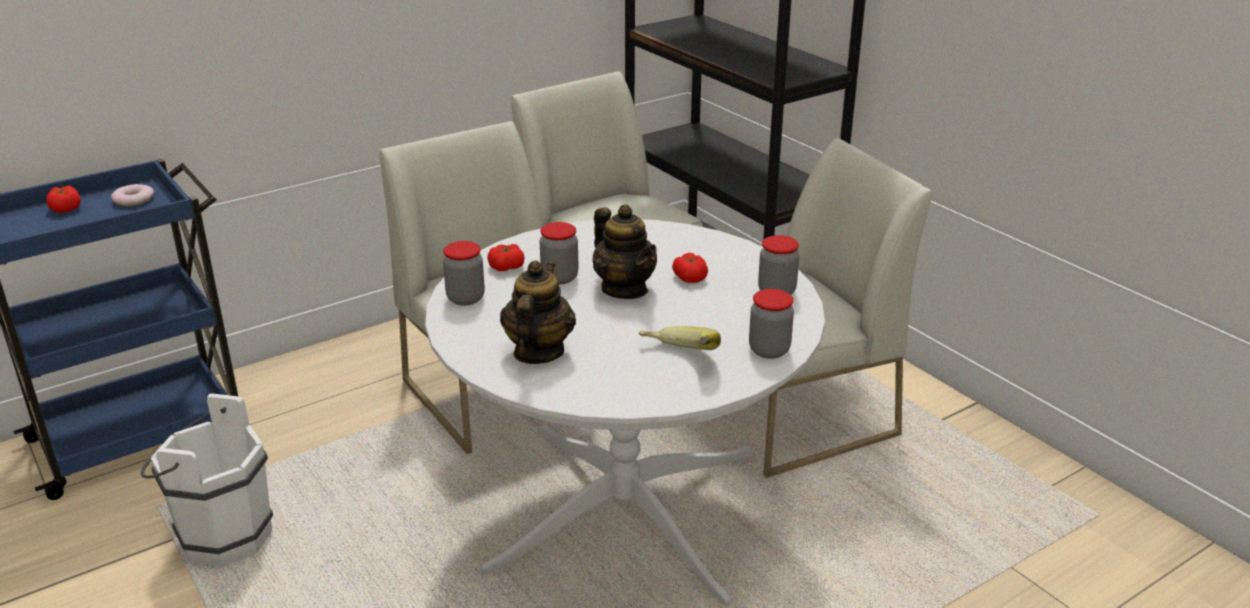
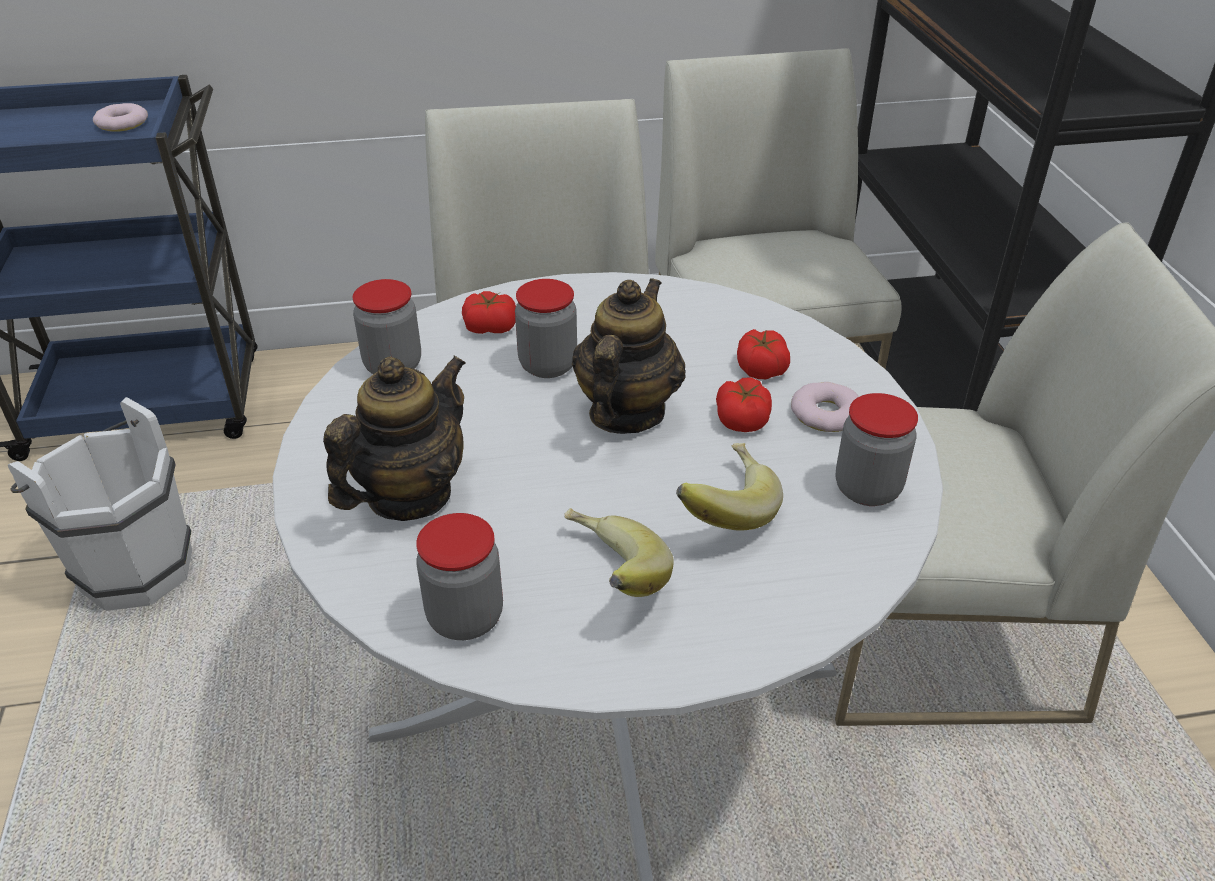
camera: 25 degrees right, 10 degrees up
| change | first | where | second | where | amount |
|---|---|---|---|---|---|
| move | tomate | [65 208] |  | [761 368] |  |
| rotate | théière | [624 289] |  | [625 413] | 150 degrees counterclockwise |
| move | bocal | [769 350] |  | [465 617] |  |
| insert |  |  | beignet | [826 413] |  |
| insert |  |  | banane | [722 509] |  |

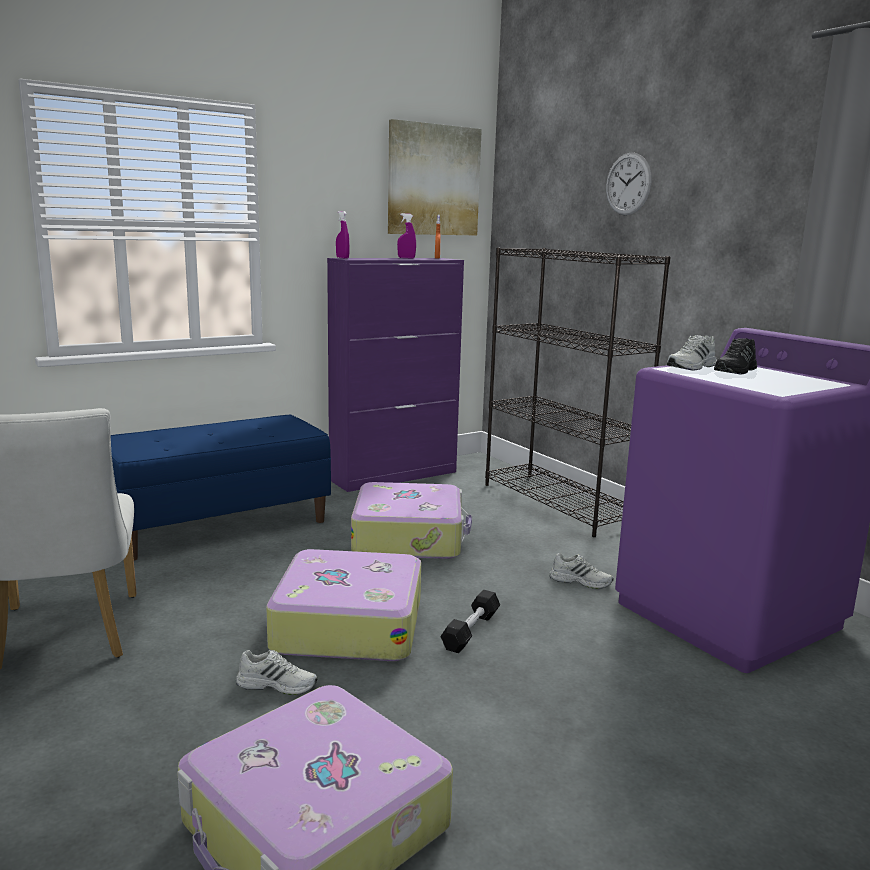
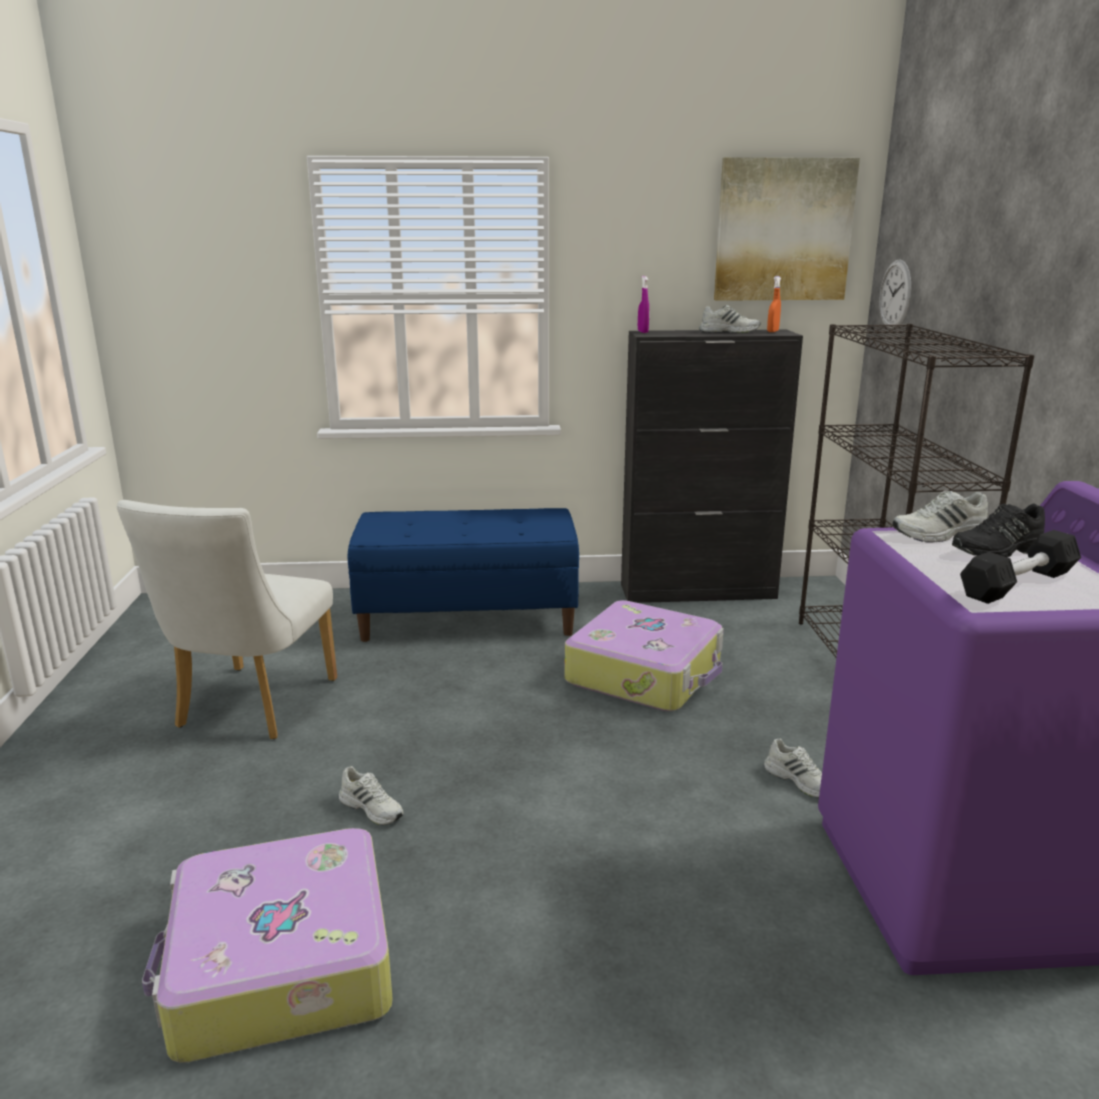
camera: 30 degrees right, 5 degrees up
| change | first | where | second | where | amount |
|---|---|---|---|---|---|
| move | horloge murale | [628 184] |  | [895 295] |  |
| replace | vaporisateur [violet] | [406 258] | chaussure [blanc] | [729 331] |  |
| recolor | meuble de rangement [violet] | [395 476] | meuble de rangement [noir] | [698 591] |  |
| delete | valise | [348 623] |  |  |  |
| move | haltère [noir] | [471 631] |  | [1018 584] |  |

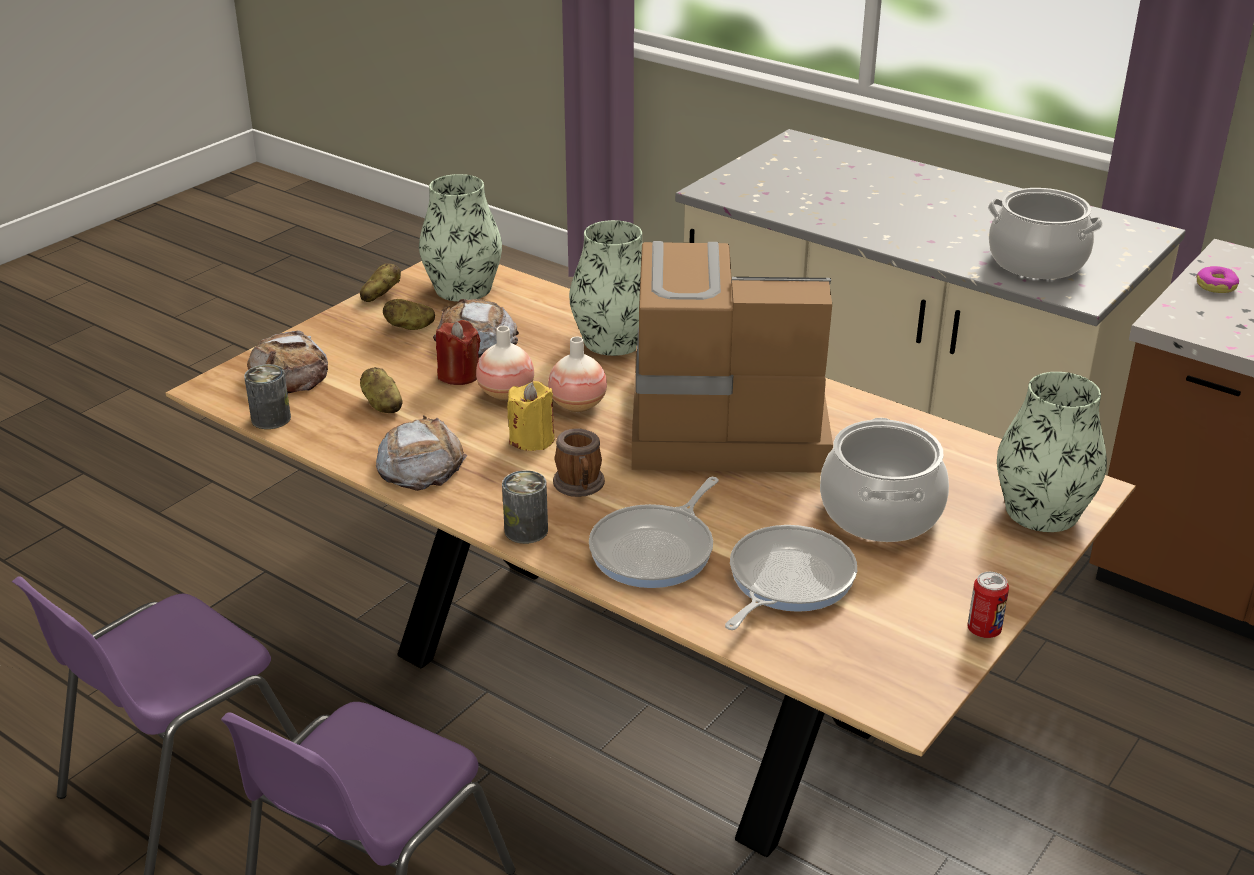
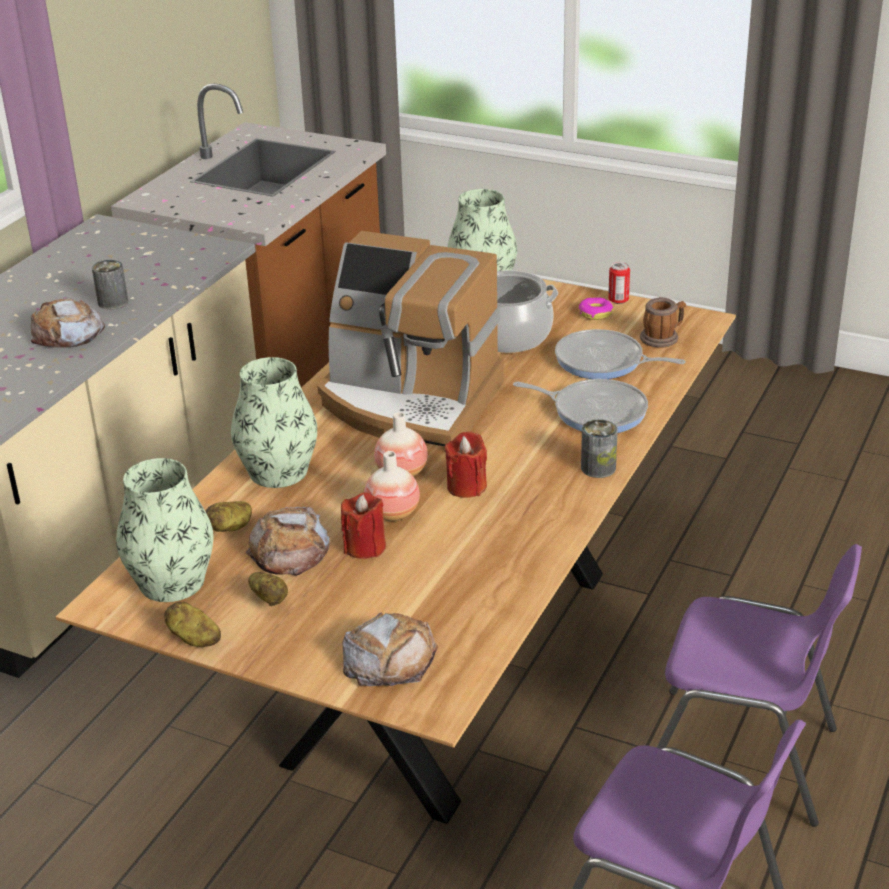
camera: 100 degrees left, 0 degrees up
| change | first | where | second | where | amount |
|---|---|---|---|---|---|
| delete | marmite | [1037 261] |  |  |  |
| rotate | machine à café | [723 423] |  | [410 403] | 60 degrees counterclockwise |
| move | beignet | [1216 286] |  | [595 313] |  |
| move | boîte métallique | [271 418] |  | [113 302] |  |
| move | pomme de terre | [382 404] |  | [231 528] |  |
| recolor | bougie [jaune] | [532 439] | bougie [rouge] | [466 486] |  |
| move | pain | [420 464] |  | [67 333] |  |
| move | mug | [580 486] |  | [662 337] |  |

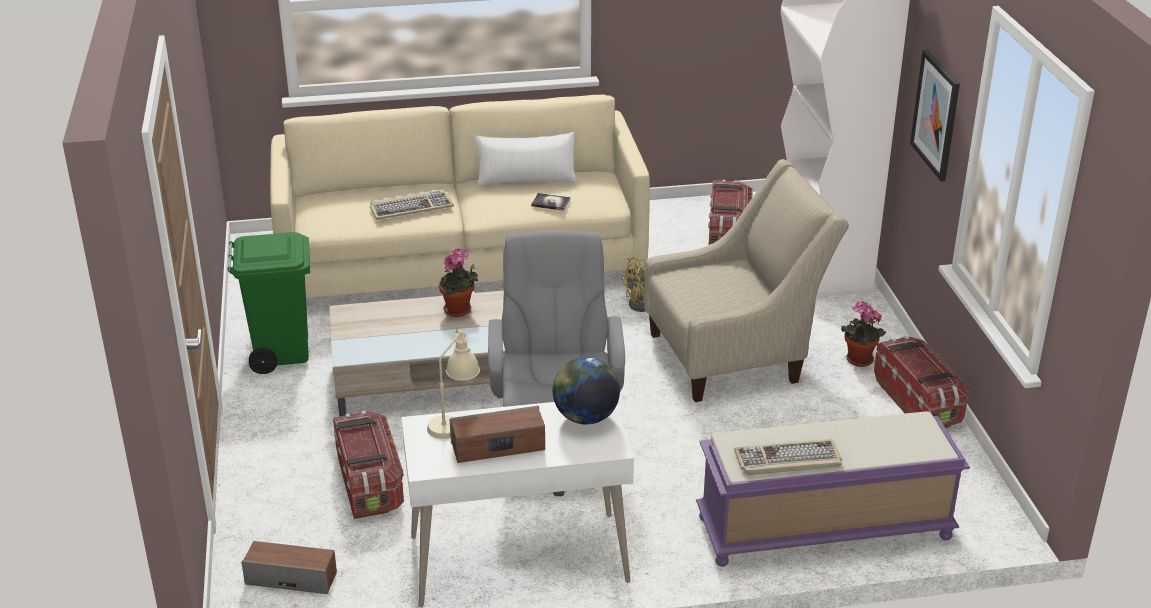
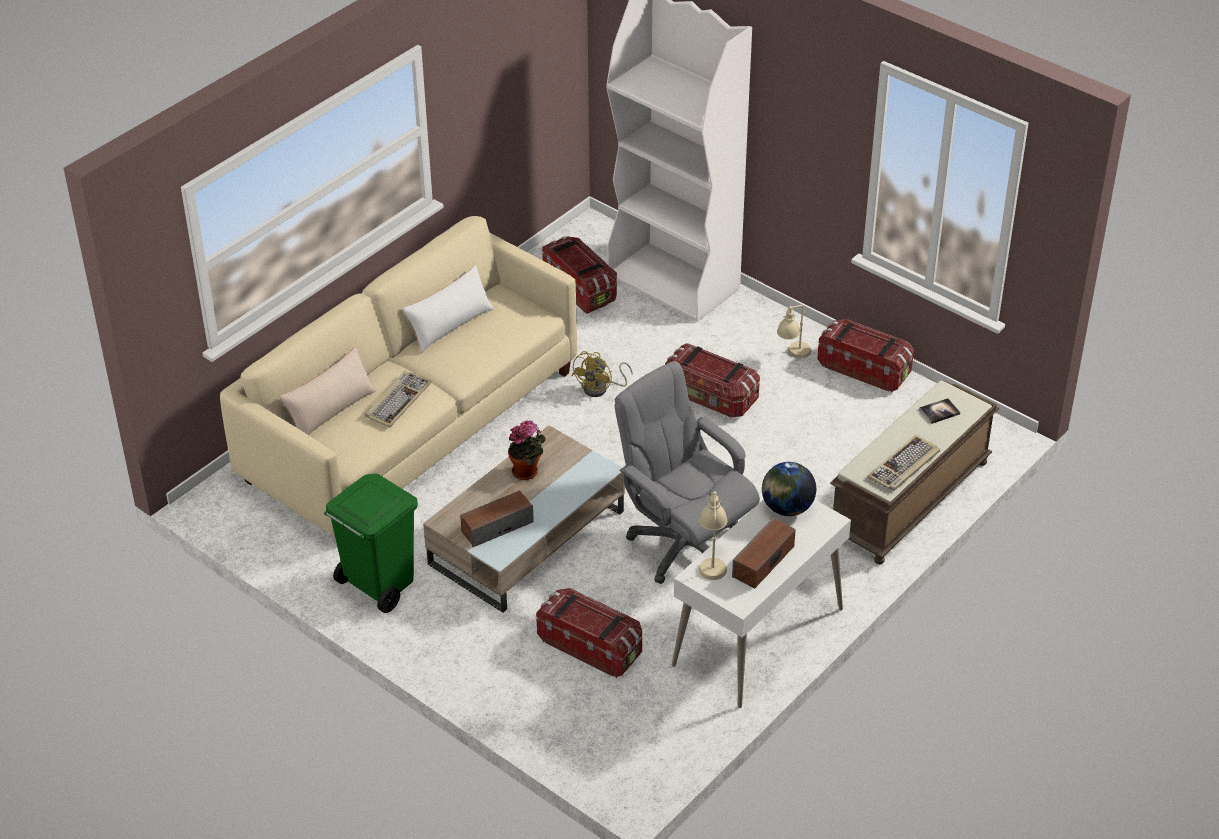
camera: 40 degrees left, 10 degrees up
| change | first | where | second | where | amount |
|---|---|---|---|---|---|
| delete | tableau | [936 114] |  |  |  |
| replace | fauteuil [beige] | [735 356] | boîte de rangement | [710 397] |  |
| move | livre | [550 203] |  | [939 412] |  |
| replace | plante en pot | [857 361] | lampe de table [beige] | [793 356] |  |
| recolor | banc [violet] | [823 529] | banc [marron] | [909 500] |  |
| move | enceinte | [291 578] |  | [497 526] |  |
| insert |  |  | coussin [beige] | [330 410] |  |

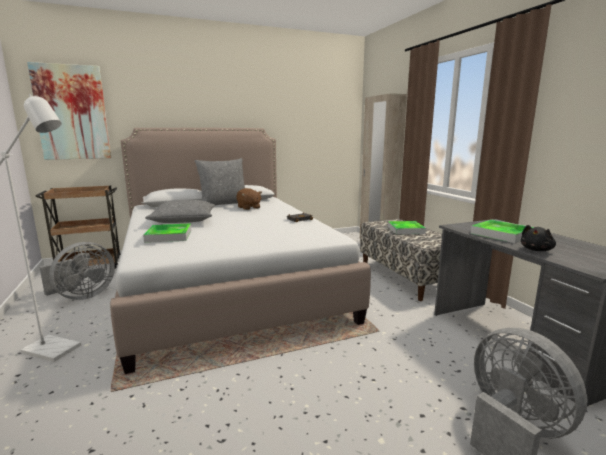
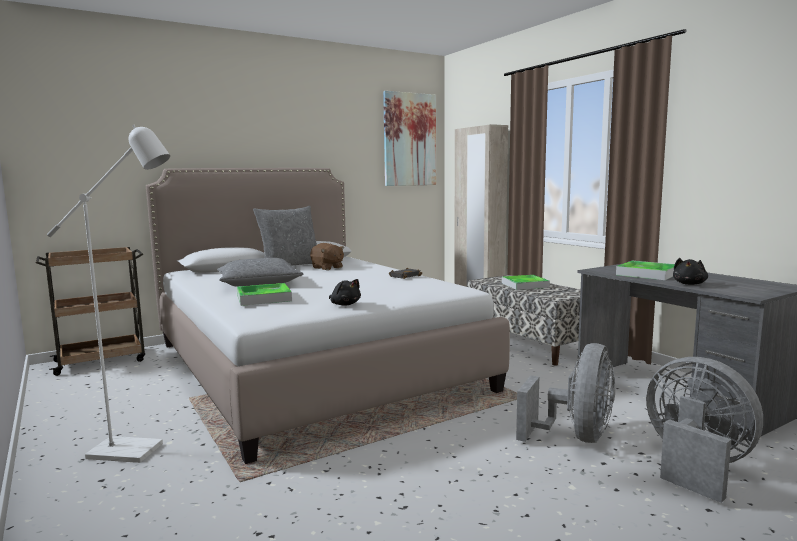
camera: 10 degrees left, 5 degrees down
| change | first | where | second | where | amount |
|---|---|---|---|---|---|
| move | tableau | [72 113] |  | [409 139] |  |
| move | ventilateur [gris] | [82 296] |  | [576 437] |  |
| insert |  |  | peluche [noir] | [345 304] |  |

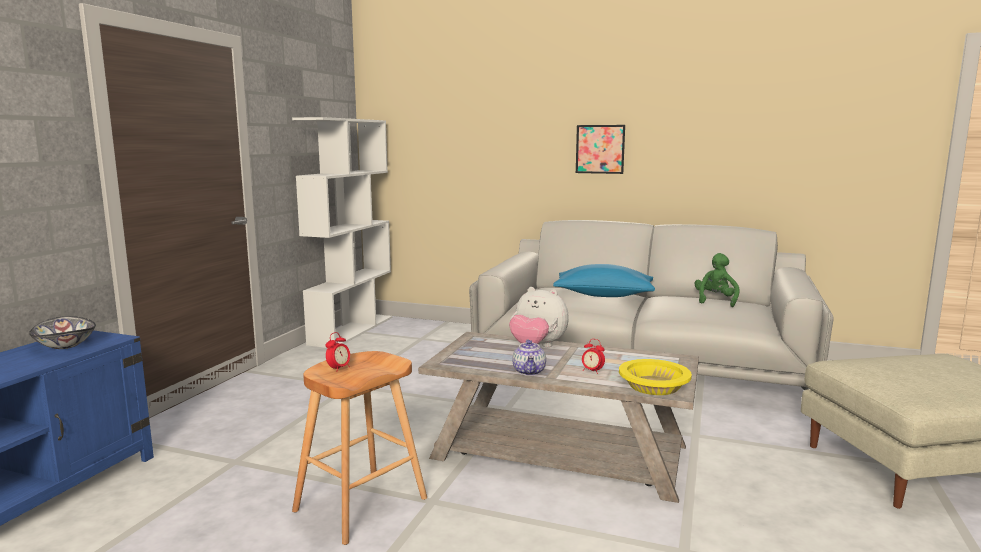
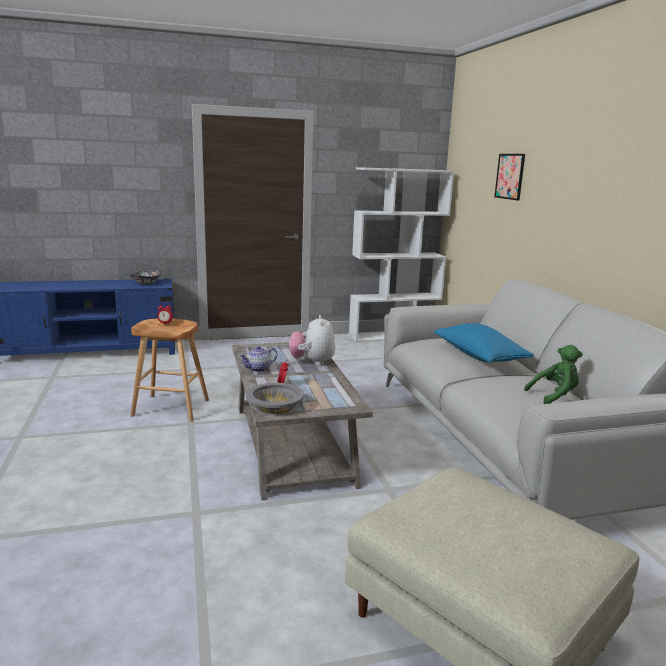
camera: 55 degrees right, 5 degrees up
| change | first | where | second | where | amount |
|---|---|---|---|---|---|
| move | tableau | [600 149] |  | [510 176] |  |
| recolor | bol [jaune] | [653 386] | bol [gris] | [275 405] |  |

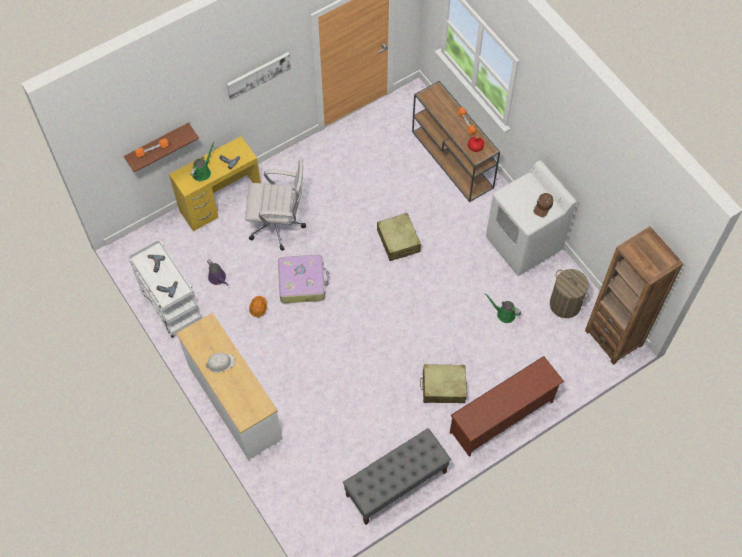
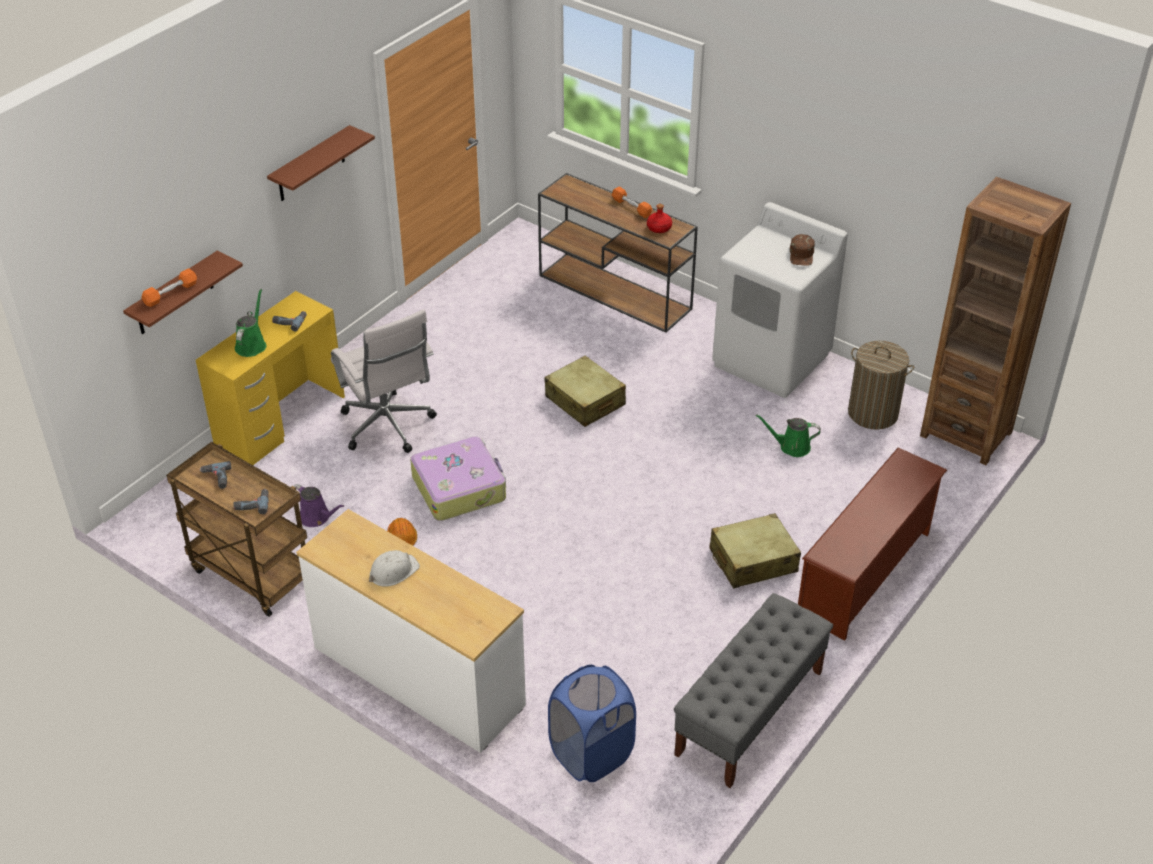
camera: 20 degrees left, 20 degrees down
| change | first | where | second | where | amount |
|---|---|---|---|---|---|
| replace | tableau | [258 75] | étagère [marron] | [311 165] |  |
| rotate | chaise de bureau [blanc] | [279 226] |  | [388 428] | 75 degrees clockwise |
| recolor | chariot [blanc] | [170 306] | chariot [marron] | [249 574] |  |
| insert |  |  | panier à linge [bleu] | [591 754] |  |

